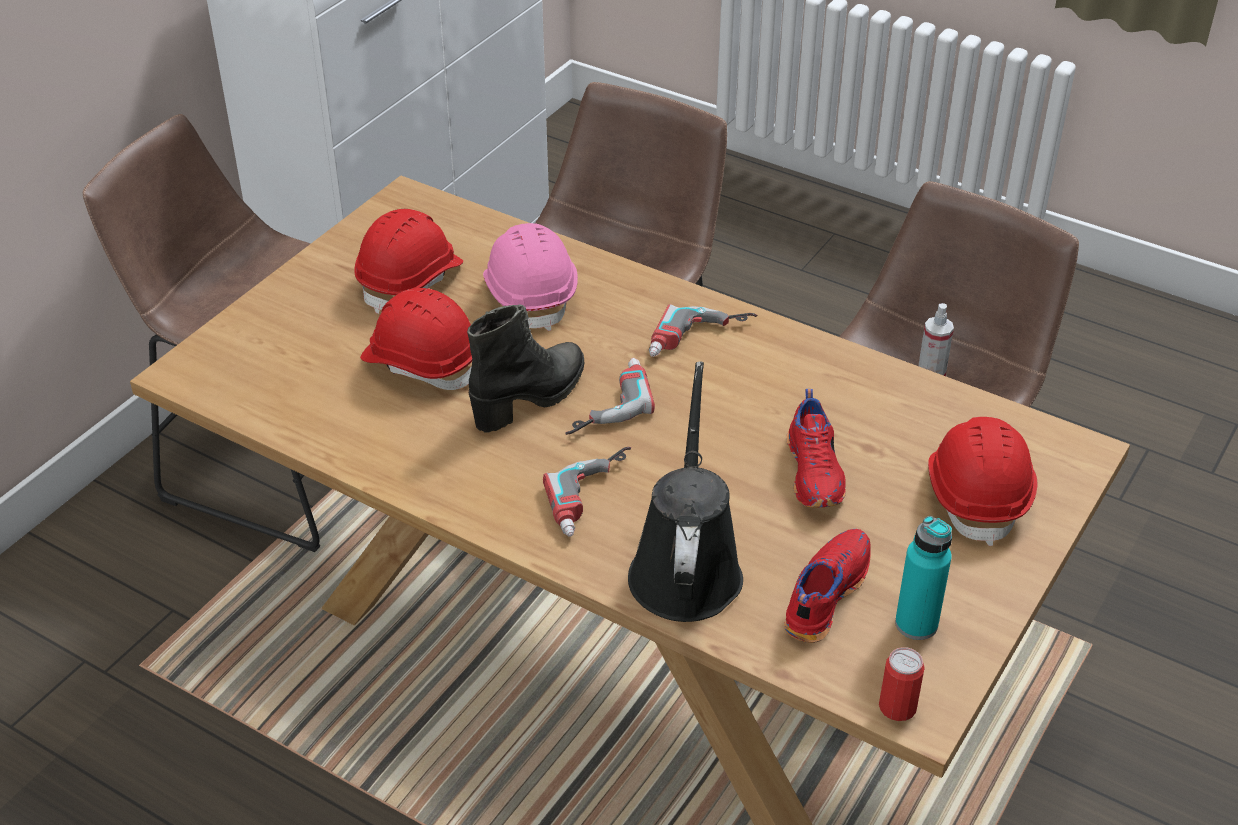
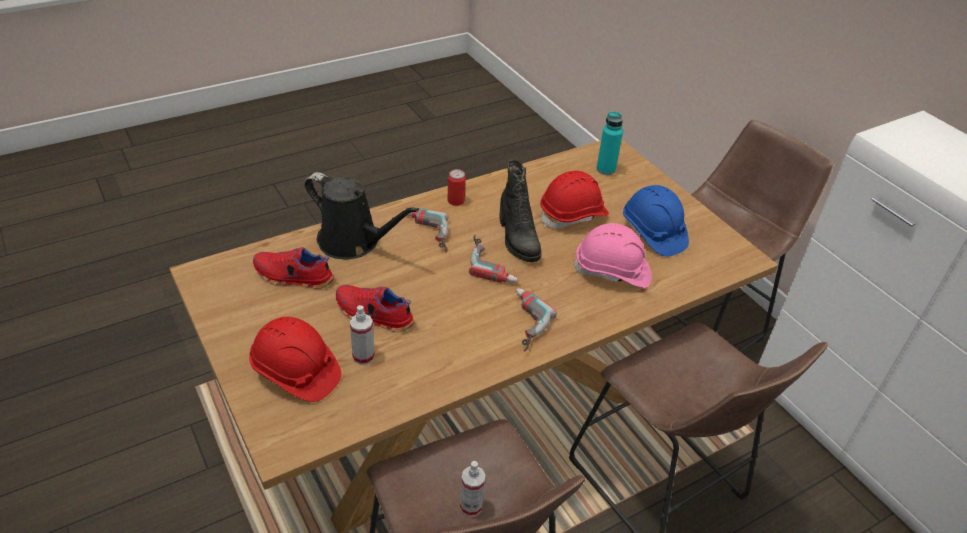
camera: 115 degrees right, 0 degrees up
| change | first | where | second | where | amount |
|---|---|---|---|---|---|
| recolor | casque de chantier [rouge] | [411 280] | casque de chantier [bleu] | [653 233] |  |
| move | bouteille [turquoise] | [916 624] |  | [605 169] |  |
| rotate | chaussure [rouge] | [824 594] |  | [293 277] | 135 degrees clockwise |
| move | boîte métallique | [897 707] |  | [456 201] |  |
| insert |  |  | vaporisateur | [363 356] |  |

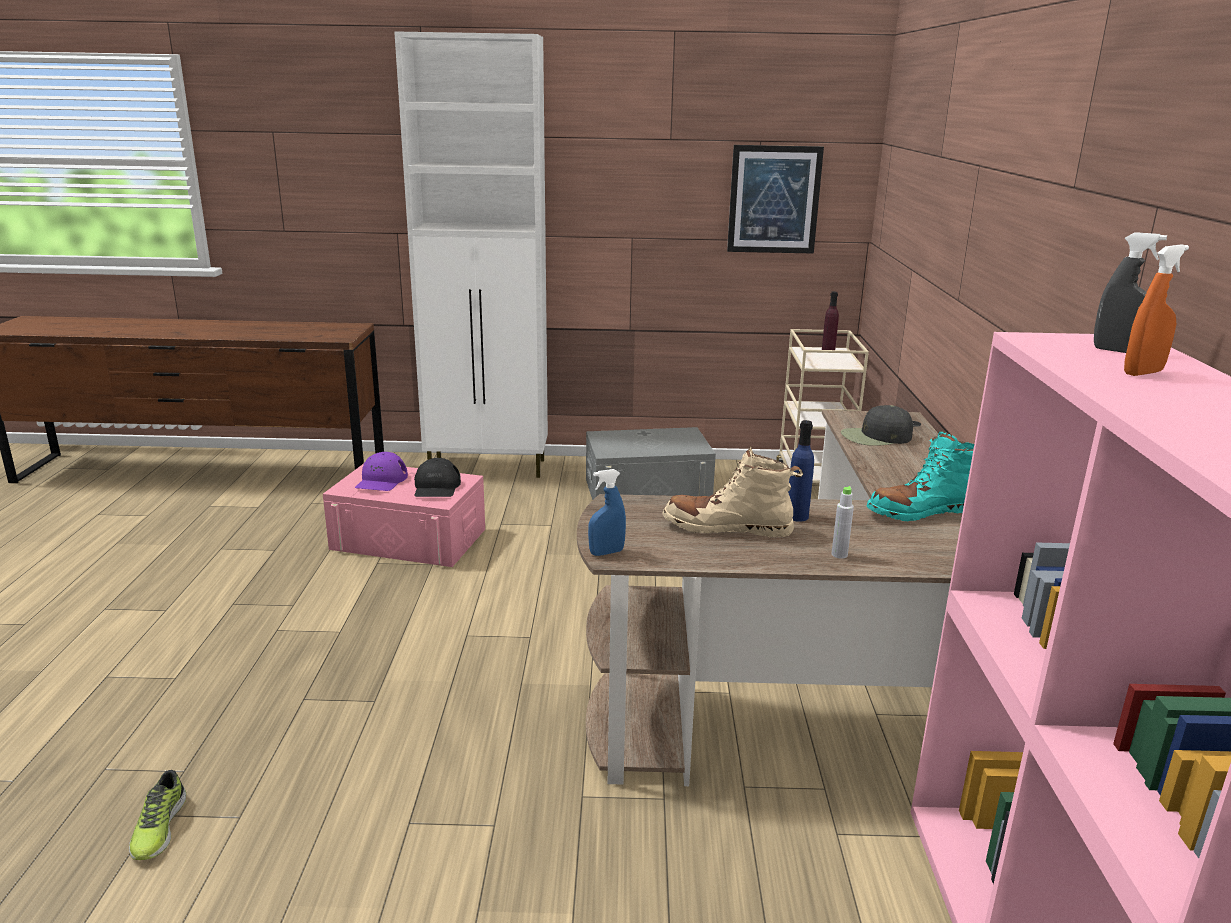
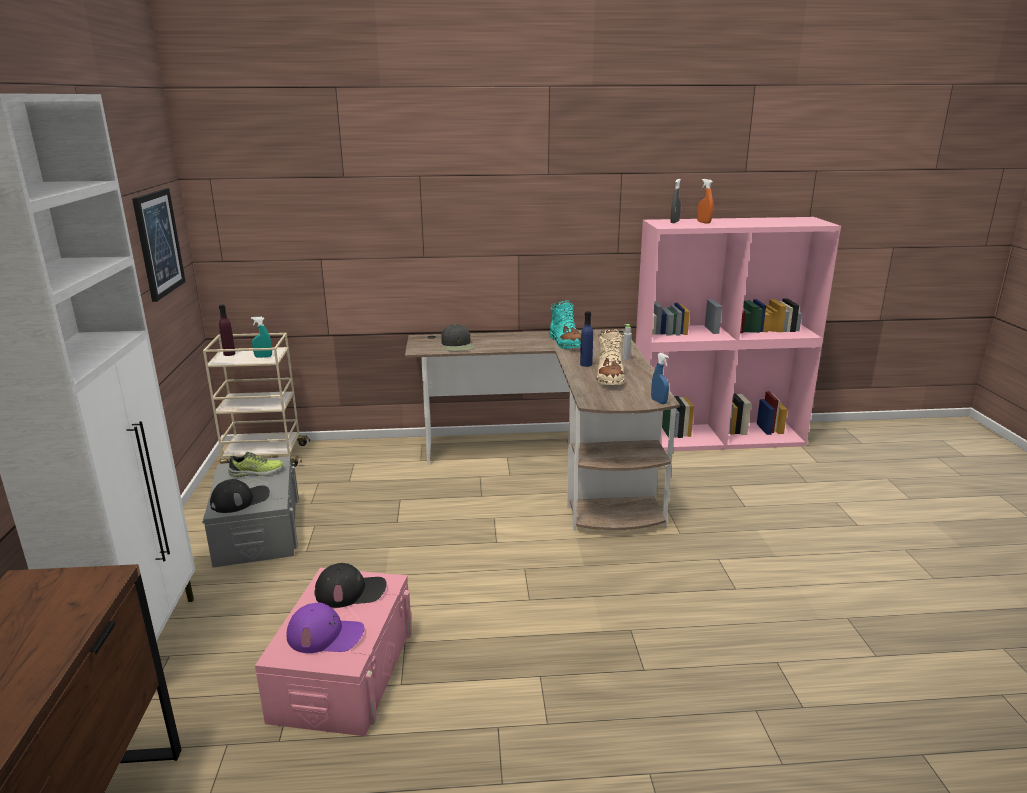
camera: 95 degrees left, 0 degrees up
| change | first | where | second | where | amount |
|---|---|---|---|---|---|
| move | chaussure | [158 828] |  | [256 472] |  |
| insert |  |  | vaporisateur [turquoise] | [263 357] |  |
| insert |  |  | casquette [noir] | [240 500] |  |

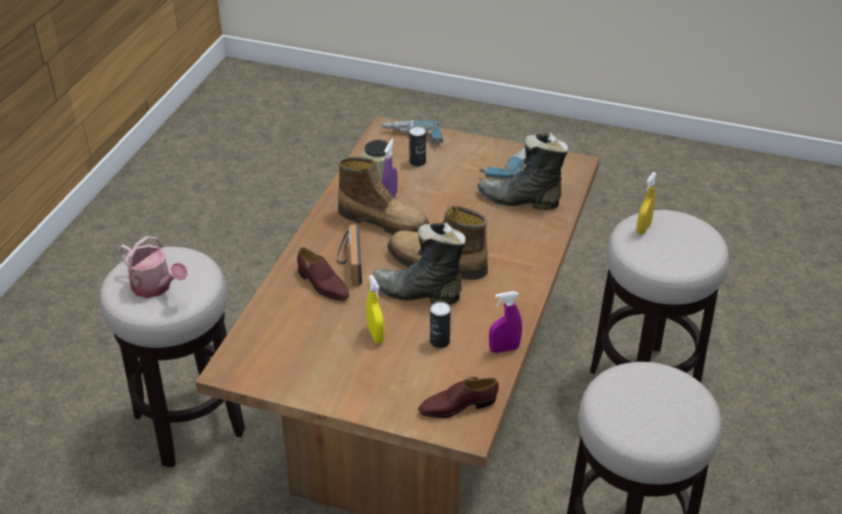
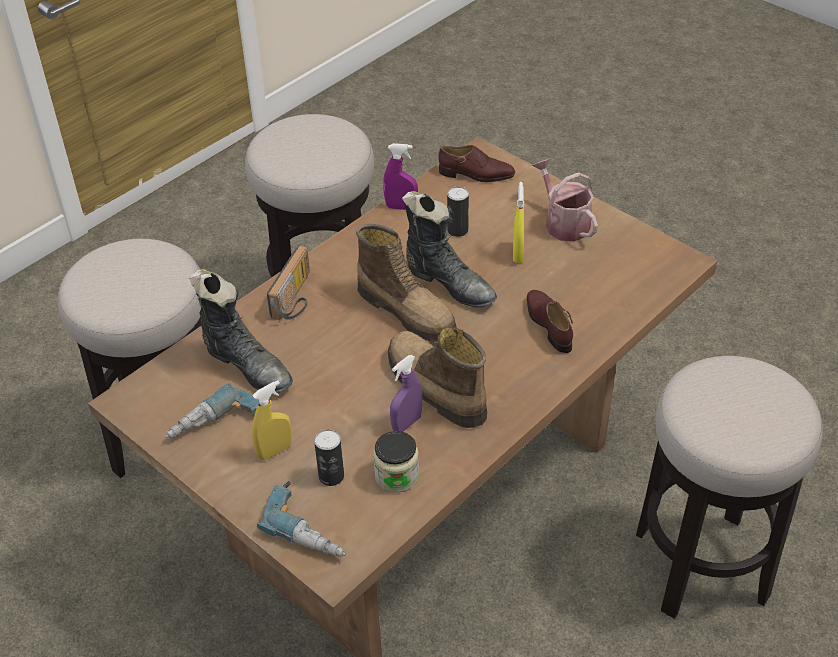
camera: 155 degrees left, 5 degrees up
| change | first | where | second | where | amount |
|---|---|---|---|---|---|
| move | vaporisateur [jaune] | [643 228] |  | [275 451] |  |
| move | radio | [349 264] |  | [296 298] |  |
| move | arrosoir | [156 287] |  | [563 222] |  |

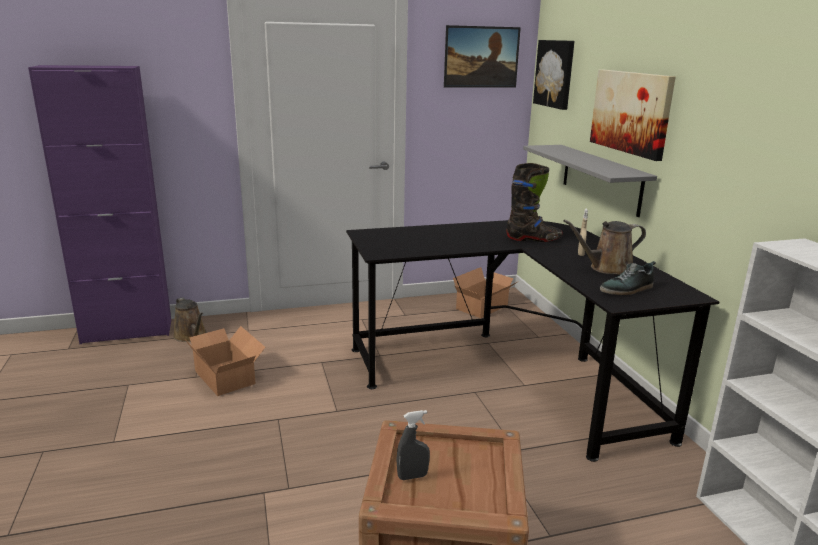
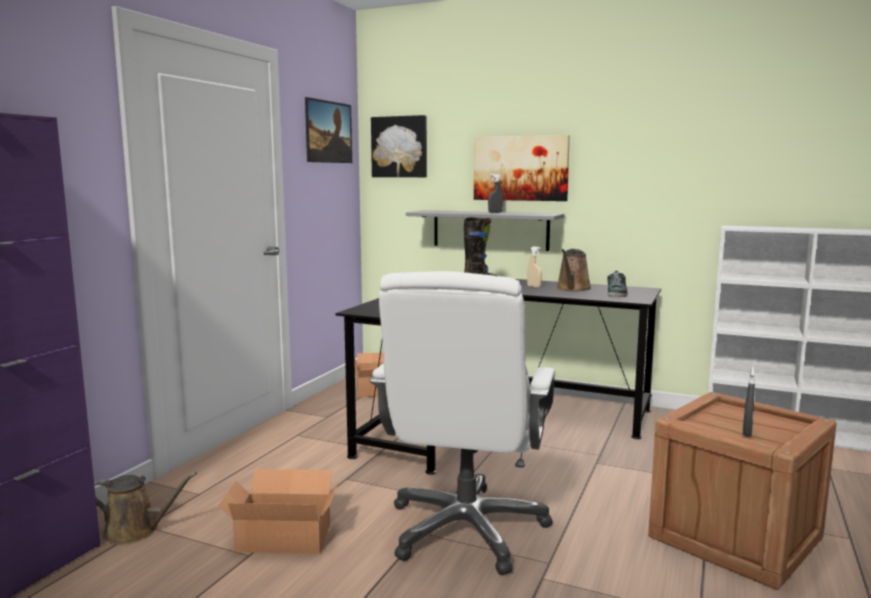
camera: 50 degrees left, 10 degrees down
| change | first | where | second | where | amount |
|---|---|---|---|---|---|
| insert |  |  | vaporisateur [gris] | [495 212] |  |
| insert |  |  | chaise de bureau [blanc] | [466 529] |  |

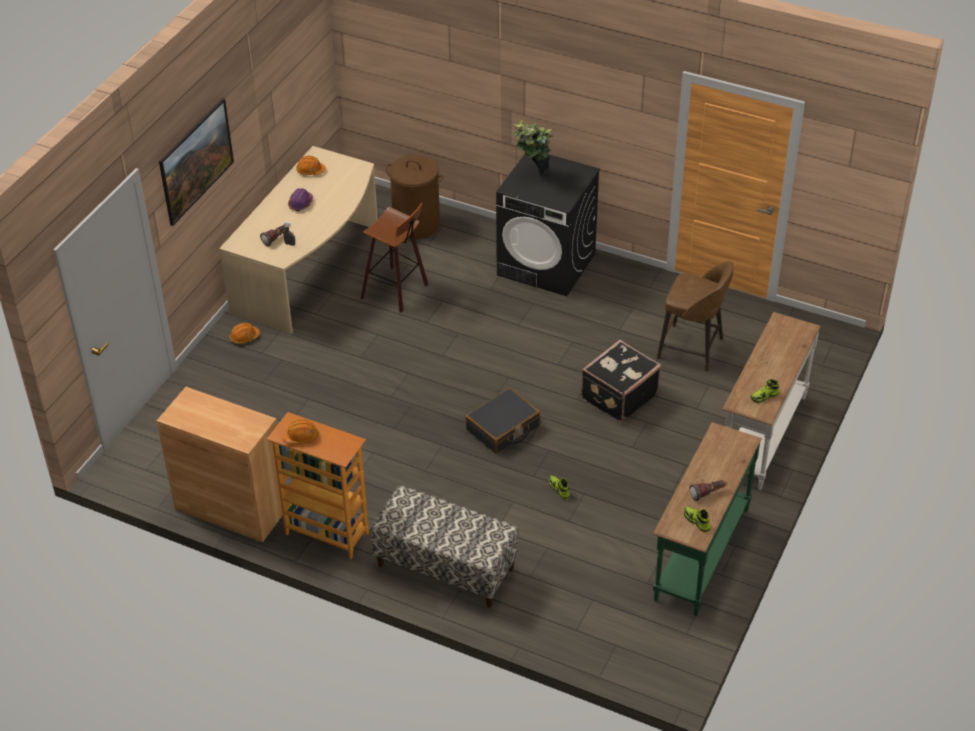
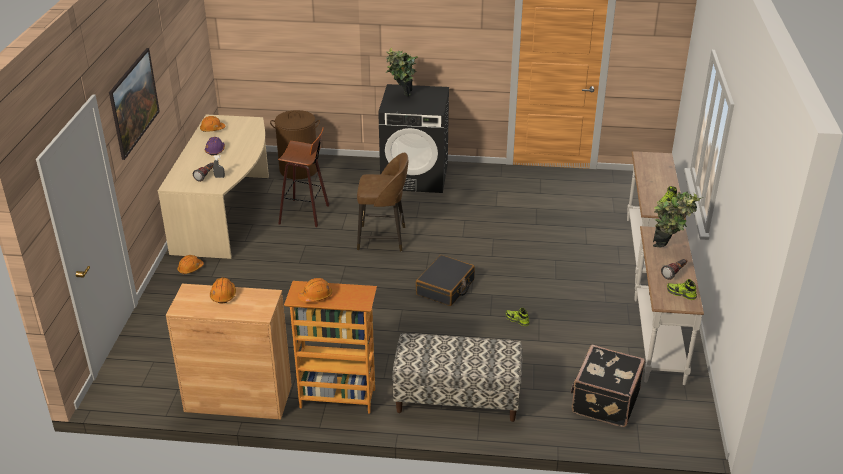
camera: 20 degrees left, 10 degrees down
| change | first | where | second | where | amount |
|---|---|---|---|---|---|
| move | tabouret [marron] | [692 349] |  | [383 238] |  |
| move | valise [noir] | [618 396] |  | [604 401] |  |
| recolor | table console [vert] | [700 554] | table console [blanc] | [657 340] |  |
| insert |  |  | plante en pot | [669 251] |  |
| insert |  |  | casque de chantier [orange] | [223 295] |  |

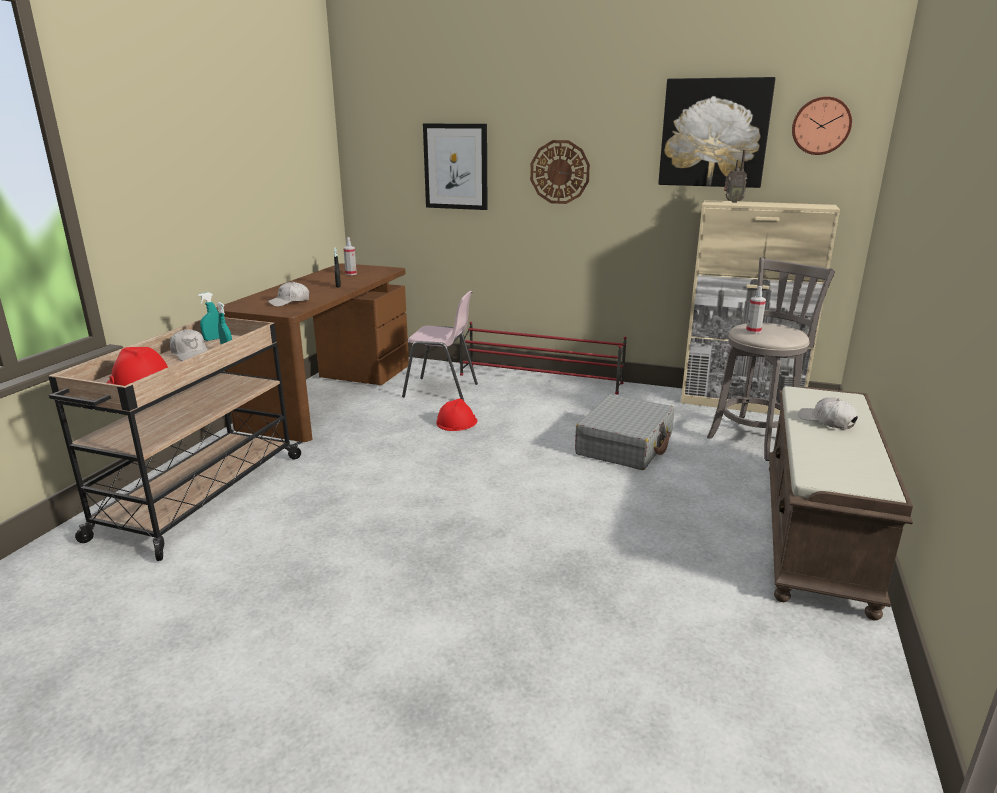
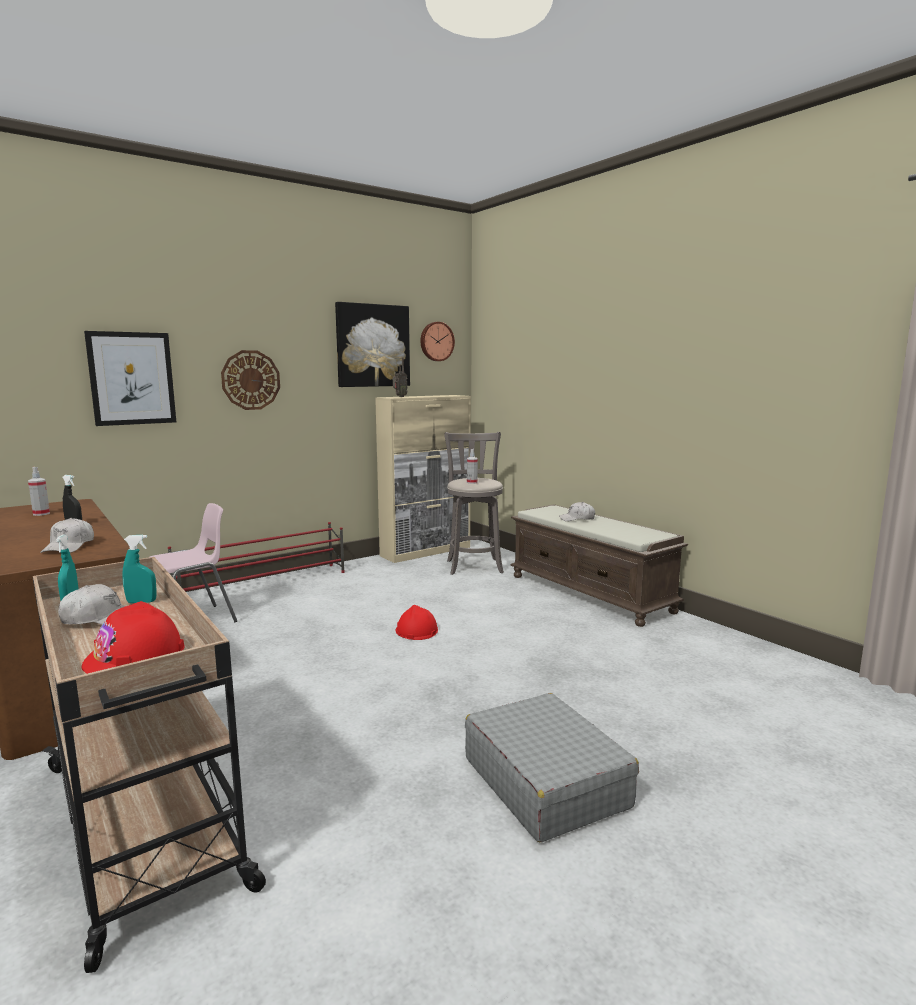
camera: 55 degrees left, 10 degrees down
| change | first | where | second | where | amount |
|---|---|---|---|---|---|
| move | valise [gris] | [625 445] |  | [545 781] |  |
| move | casque de chantier [rouge] | [456 422] |  | [416 630] |  |

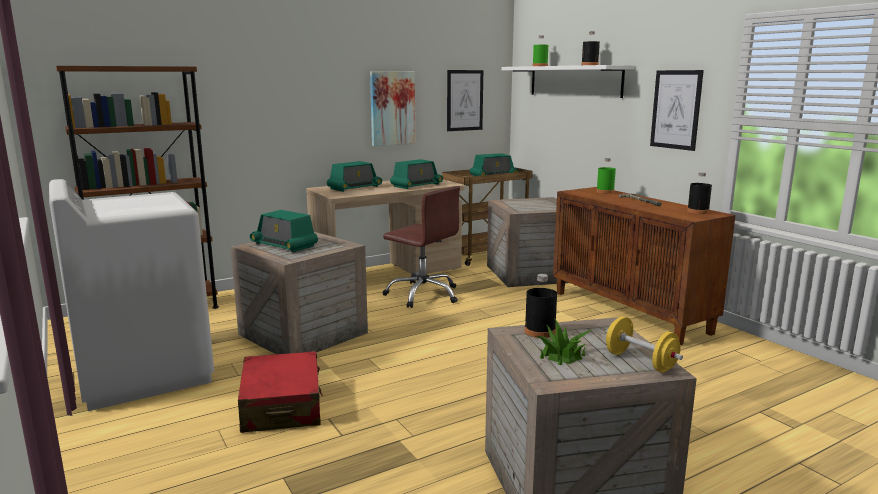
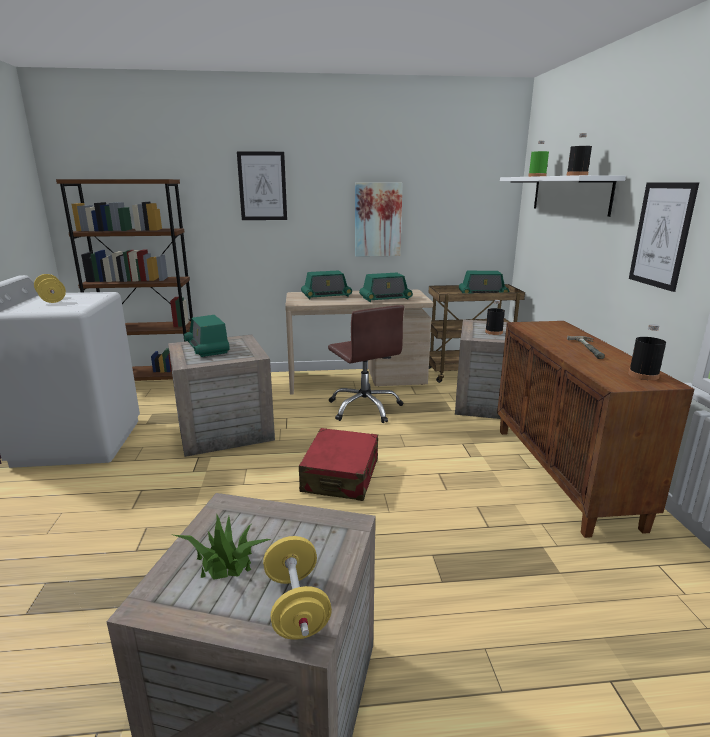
camera: 25 degrees right, 5 degrees up
| change | first | where | second | where | amount |
|---|---|---|---|---|---|
| move | tableau | [464 100] |  | [262 186] |  |
| delete | bouteille [vert] | [605 192] |  |  |  |
| move | bouteille [noir] | [540 332] |  | [493 332] |  |
| move | valise [rouge] | [282 406] |  | [341 476] |  |
| insert |  |  | haltère [jaune] | [52 299] |  |

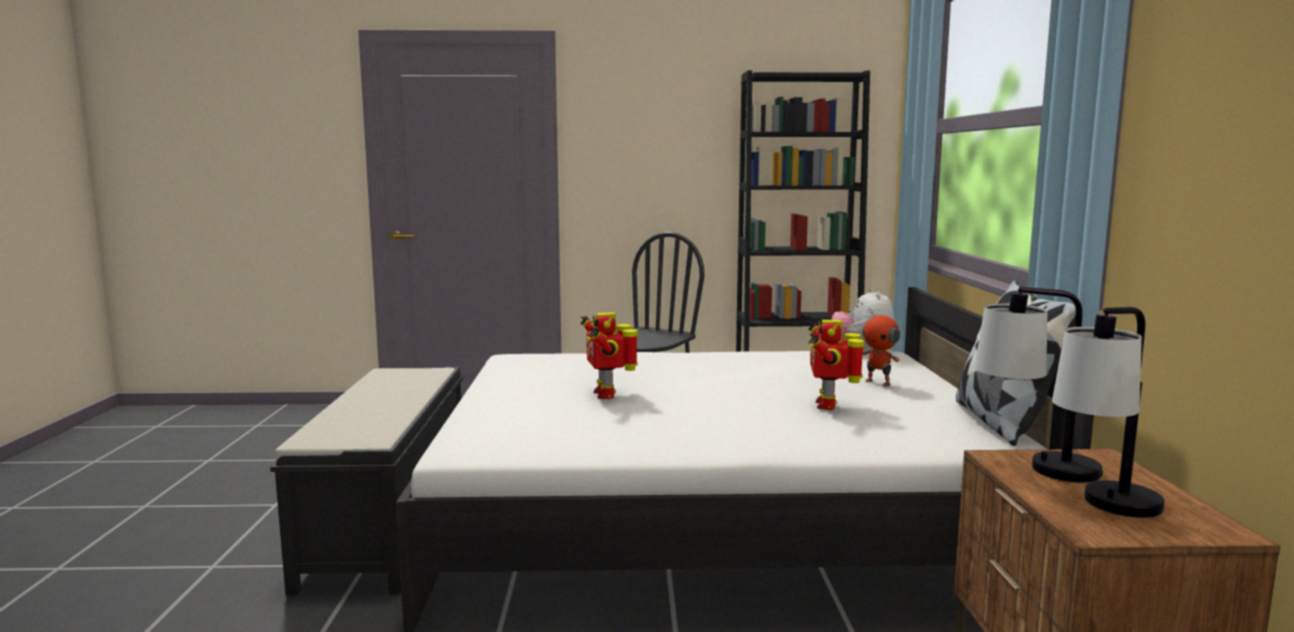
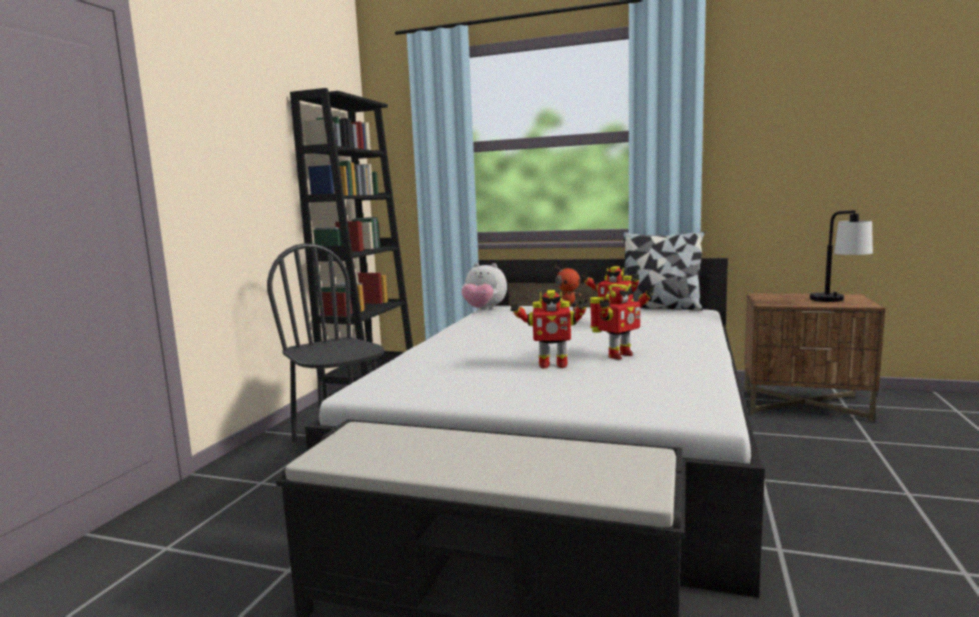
camera: 70 degrees left, 0 degrees up
| change | first | where | second | where | amount |
|---|---|---|---|---|---|
| delete | lampe de table | [1034 470] |  |  |  |
| insert |  |  | robot jouet | [617 355] |  |

